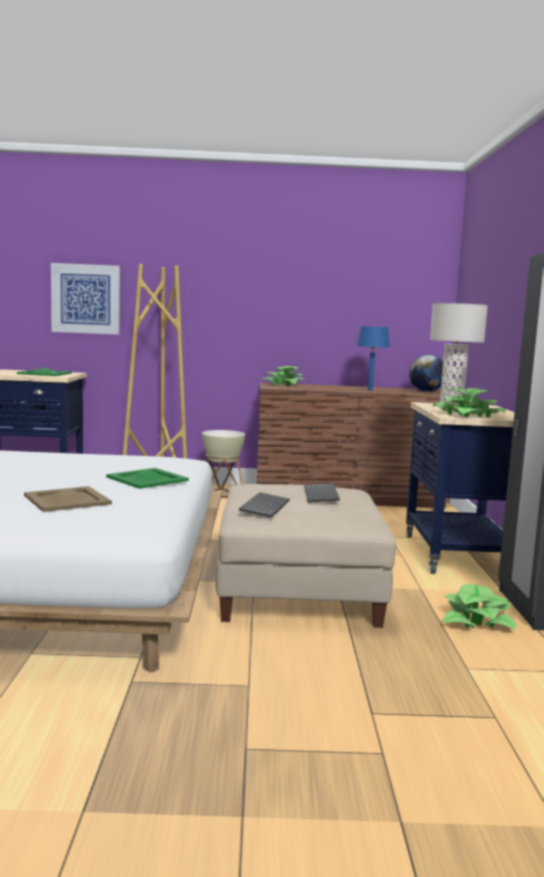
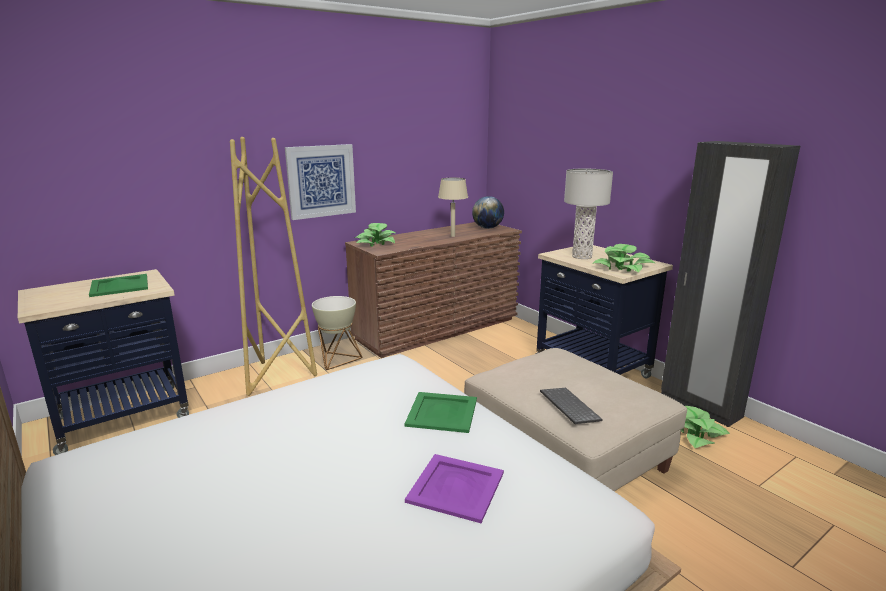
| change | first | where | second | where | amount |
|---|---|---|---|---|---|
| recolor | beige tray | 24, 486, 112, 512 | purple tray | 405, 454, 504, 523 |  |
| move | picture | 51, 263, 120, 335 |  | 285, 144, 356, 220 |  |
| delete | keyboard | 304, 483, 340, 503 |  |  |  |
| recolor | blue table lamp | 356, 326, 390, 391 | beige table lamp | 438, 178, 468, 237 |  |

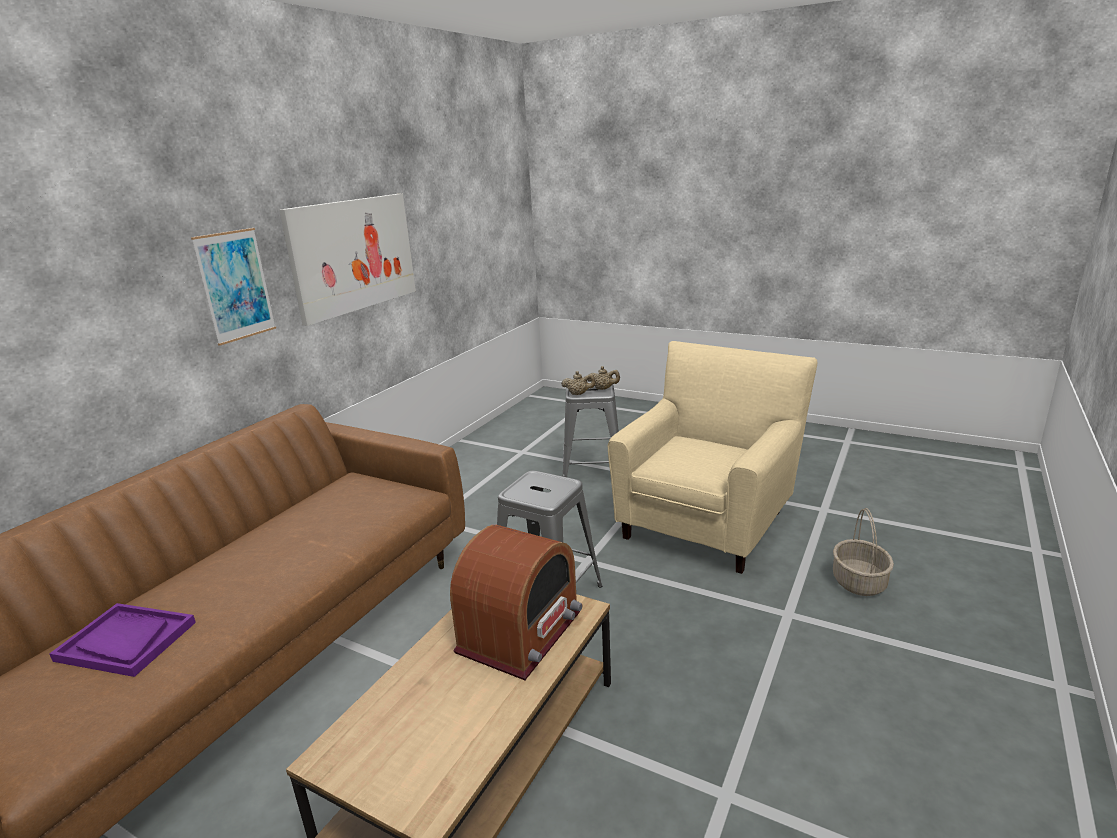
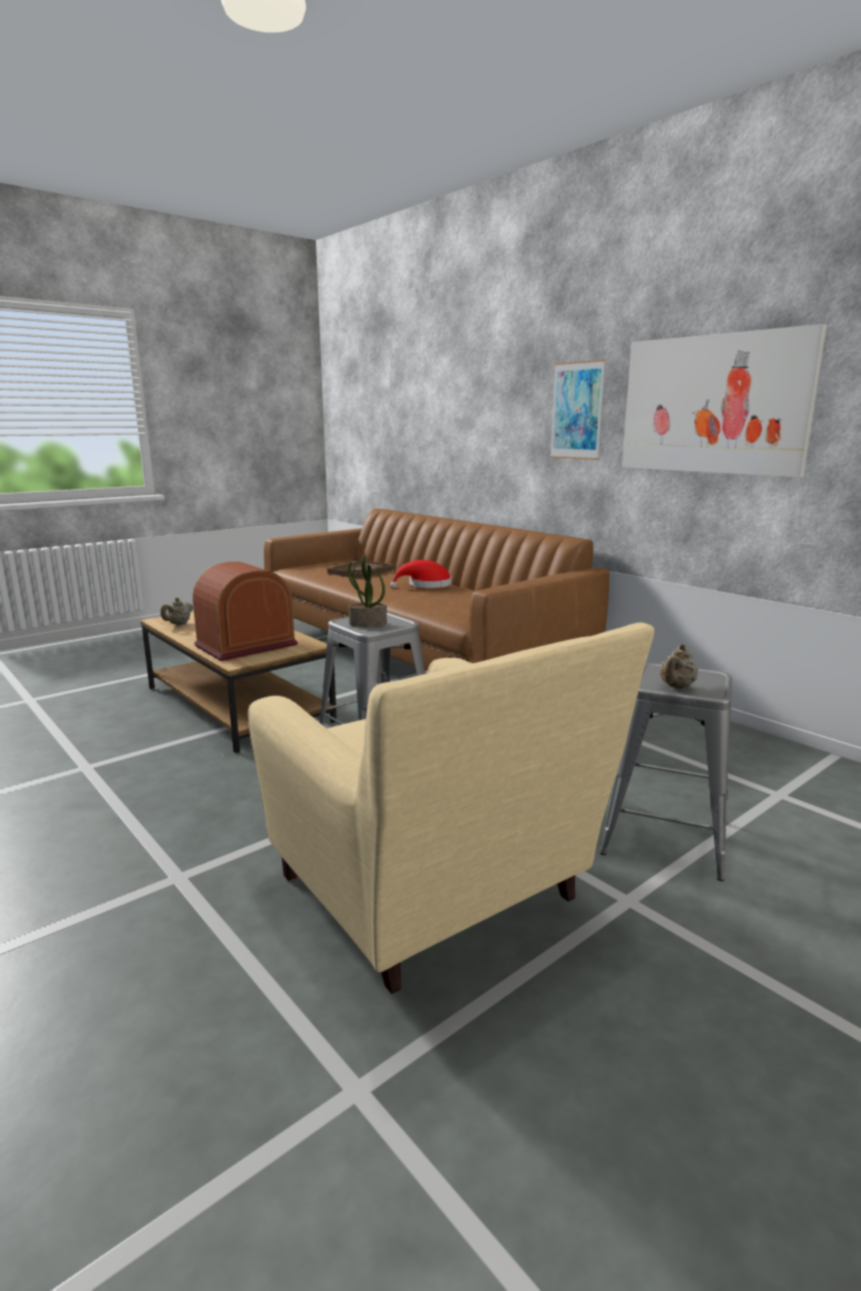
| change | first | where | second | where | amount |
|---|---|---|---|---|---|
| recolor | purple tray | 49, 603, 196, 677 | brown tray | 327, 560, 395, 579 |  |
| rotate | radio | 450, 525, 582, 680 |  | 193, 561, 298, 661 | 90 degrees clockwise |
| move | beige teapot | 561, 371, 596, 395 |  | 161, 598, 193, 625 |  |
| delete | basket | 833, 508, 894, 596 |  |  |  |
| insert |  |  | potted plant | 348, 555, 387, 627 |  |
| insert |  |  | red hat | 390, 560, 451, 588 |  |

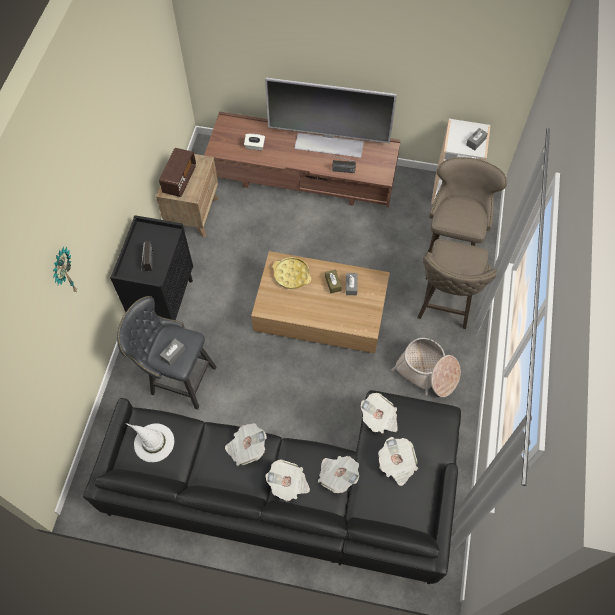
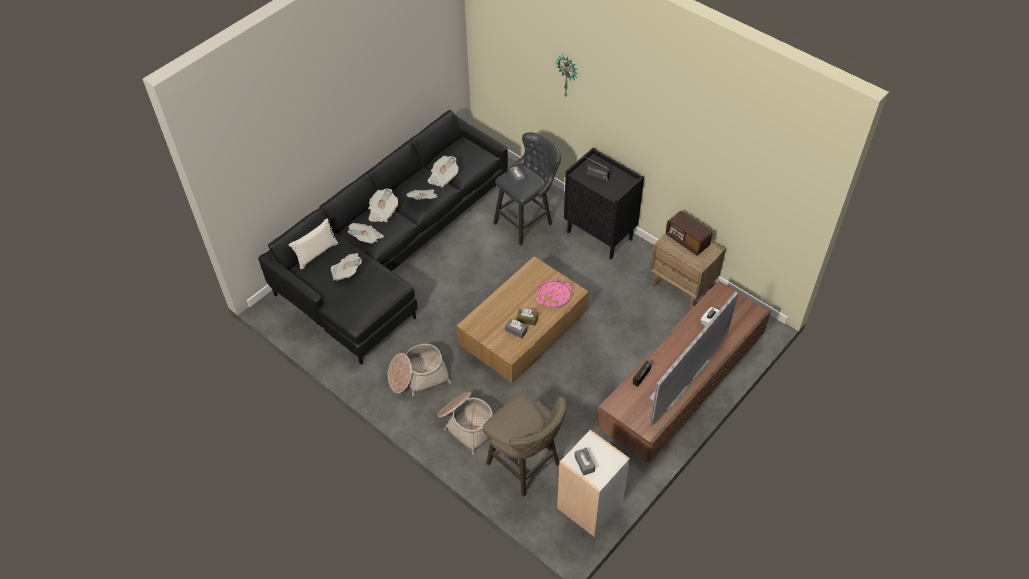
| change | first | where | second | where | amount |
|---|---|---|---|---|---|
| delete | white hat | 126, 423, 174, 462 |  |  |  |
| recolor | yellow tray | 272, 257, 311, 289 | pink tray | 536, 280, 572, 308 |  |
| move | newspaper | 361, 393, 398, 434 |  | 428, 156, 459, 187 |  |
| replace | beige stool | 418, 239, 497, 329 | basket | 437, 391, 494, 455 |  |
| insert |  |  | white pillow | 289, 218, 338, 269 |  |

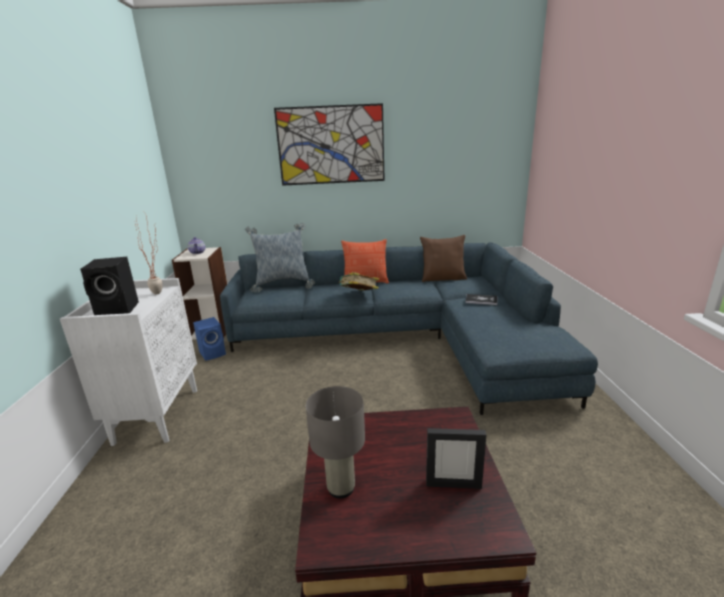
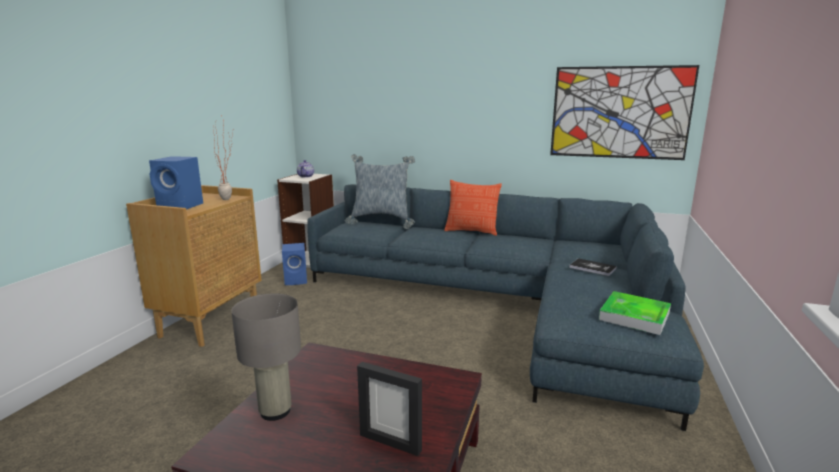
| change | first | where | second | where | amount |
|---|---|---|---|---|---|
| recolor | white cabinet | 60, 278, 197, 446 | brown cabinet | 126, 185, 262, 347 |  |
| recolor | black speaker | 80, 257, 139, 315 | blue speaker | 149, 156, 203, 210 |  |
| move | picture | 274, 103, 385, 186 |  | 550, 65, 699, 160 |  |
| delete | book | 339, 272, 379, 291 |  |  |  |
| delete | brown pillow | 420, 235, 467, 282 |  |  |  |
| insert |  |  | tray | 599, 291, 671, 335 |  |

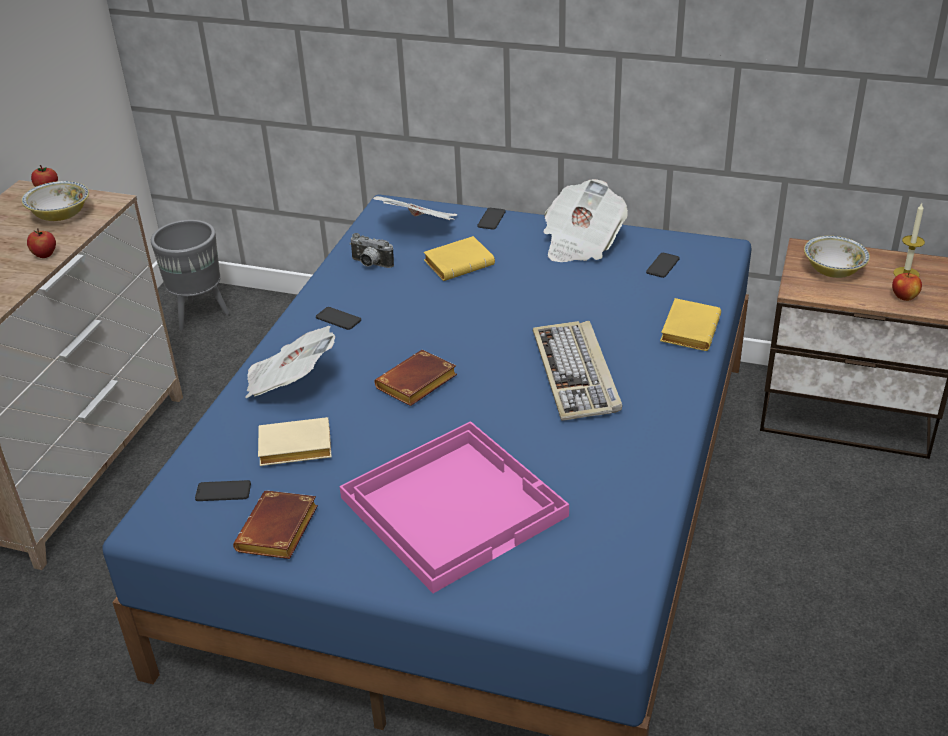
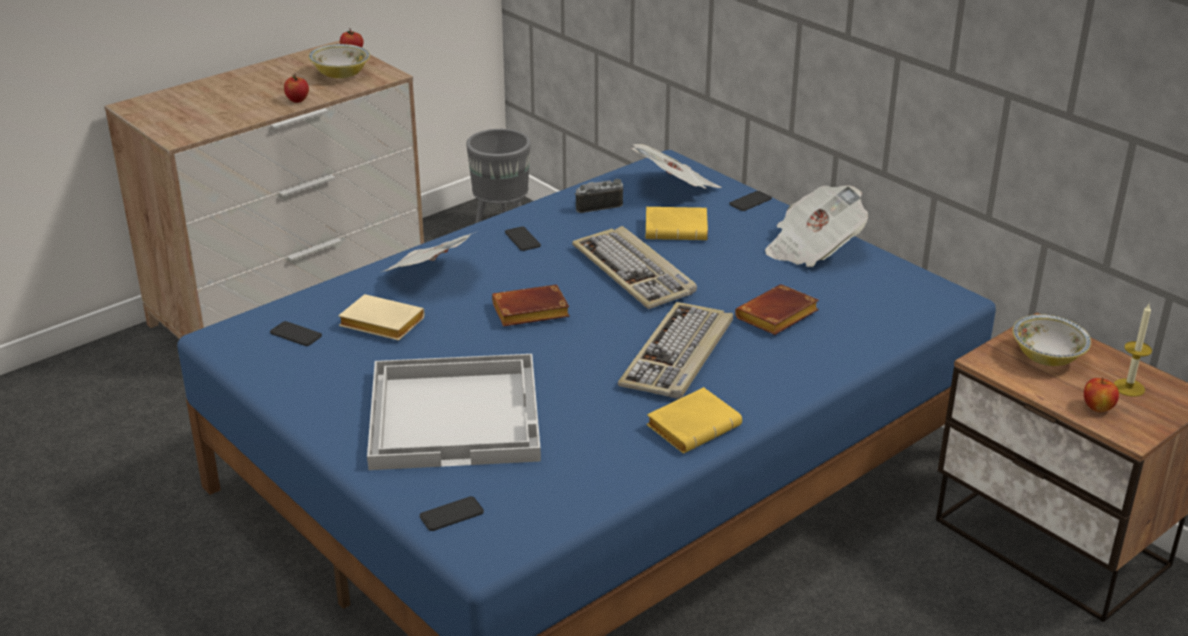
| change | first | where | second | where | amount |
|---|---|---|---|---|---|
| move | brown book | 233, 490, 318, 559 |  | 735, 284, 819, 335 |  |
| recolor | pink tray | 339, 421, 569, 593 | white tray | 367, 354, 541, 470 |  |
| rotate | photo camera | 349, 233, 394, 268 |  | 574, 179, 623, 213 | 105 degrees clockwise |
| move | phone | 646, 253, 680, 278 |  | 420, 496, 484, 531 |  |
| move | yellow book | 660, 298, 721, 351 |  | 646, 387, 742, 453 |  |
| insert |  |  | keyboard | 572, 226, 697, 309 |  |

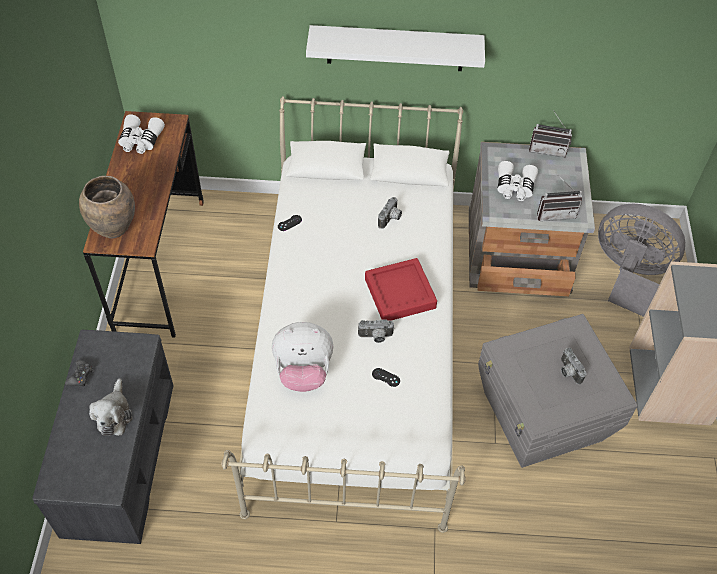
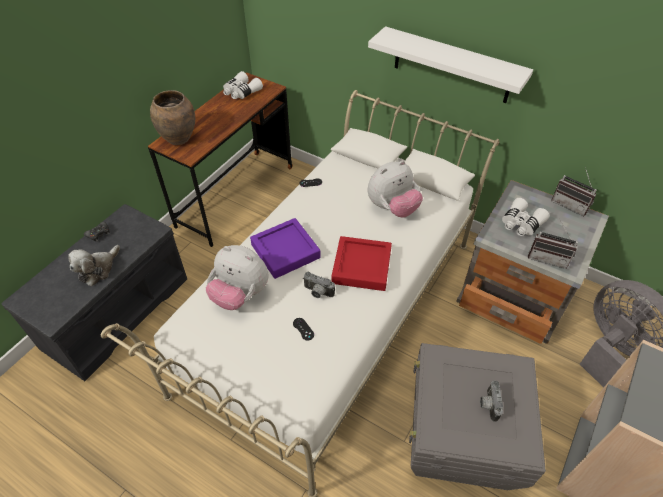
| change | first | where | second | where | amount |
|---|---|---|---|---|---|
| replace | photo camera | 378, 197, 402, 229 | plush toy | 368, 160, 423, 218 |  |
| insert |  |  | purple tray | 250, 218, 321, 279 |  |

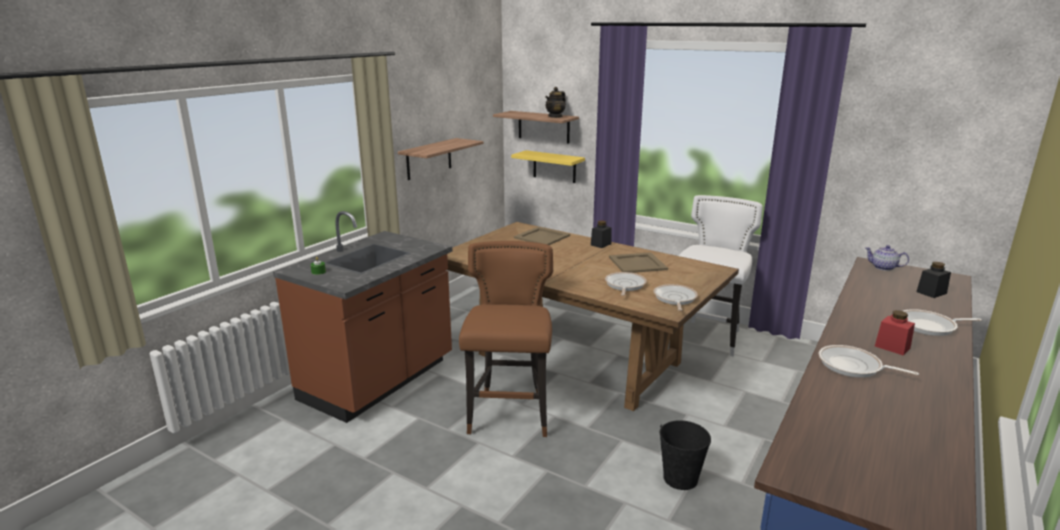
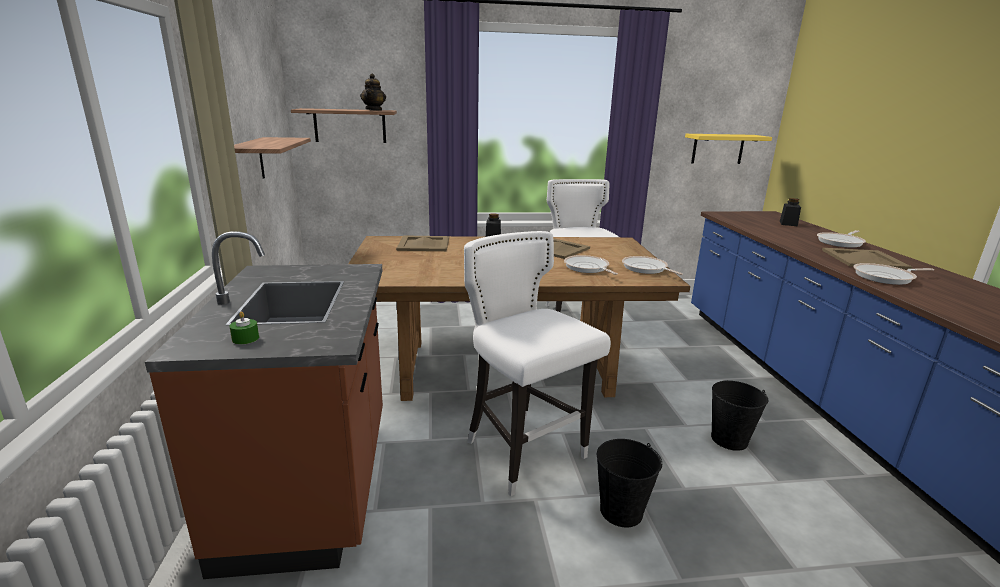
| change | first | where | second | where | amount |
|---|---|---|---|---|---|
| recolor | brown stool | 459, 241, 553, 437 | white stool | 464, 231, 611, 497 |  |
| move | yellow shelf | 511, 150, 585, 183 |  | 685, 134, 772, 164 |  |
| delete | teapot | 865, 245, 909, 271 |  |  |  |
| replace | red jar | 875, 310, 915, 356 | beige tray | 822, 248, 912, 269 |  |
| insert |  |  | black bucket | 597, 439, 662, 527 |  |

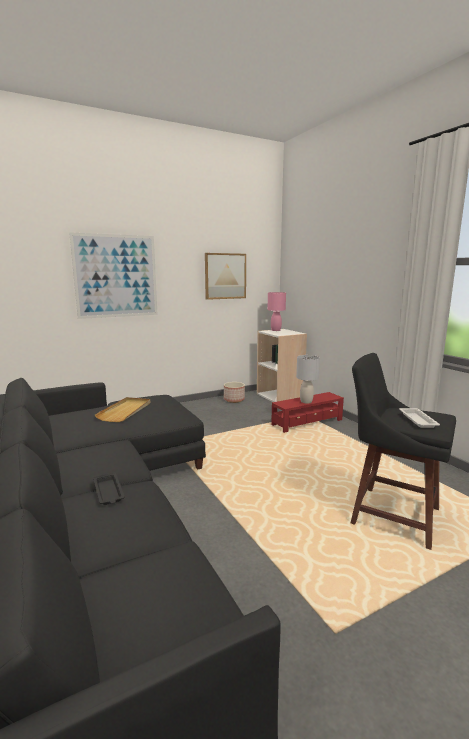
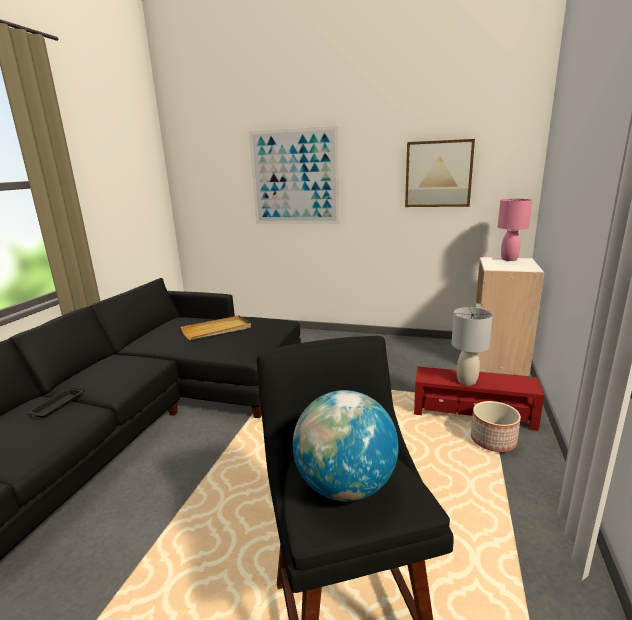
| change | first | where | second | where | amount |
|---|---|---|---|---|---|
| move | planter | 224, 382, 245, 403 |  | 471, 401, 521, 452 |  |
| replace | white tray | 399, 408, 440, 428 | globe | 293, 390, 399, 502 |  |

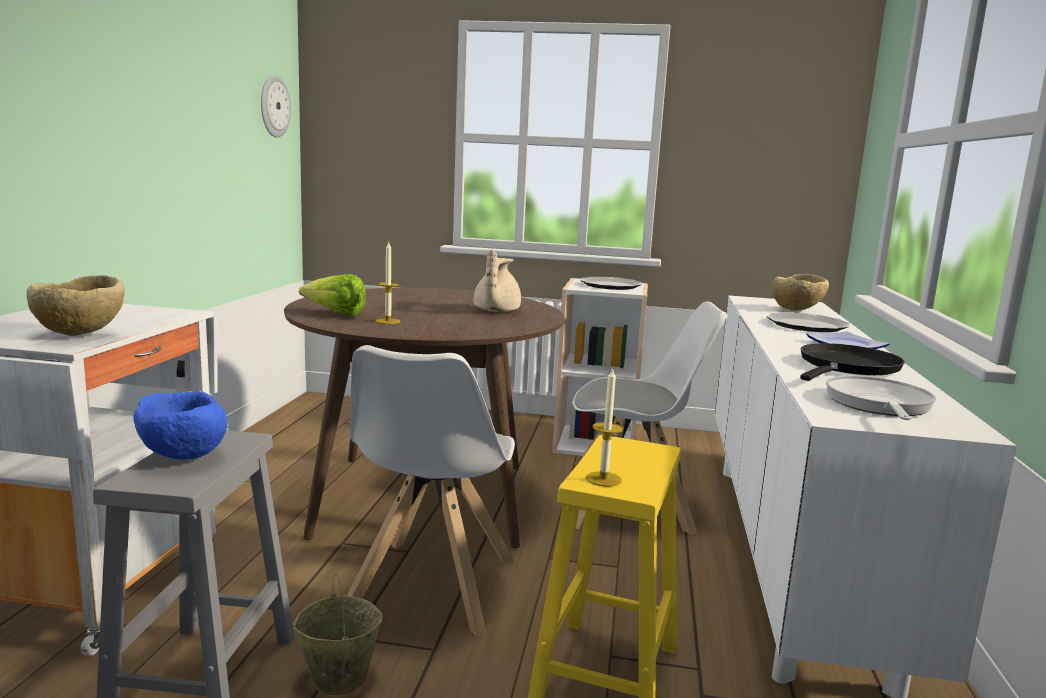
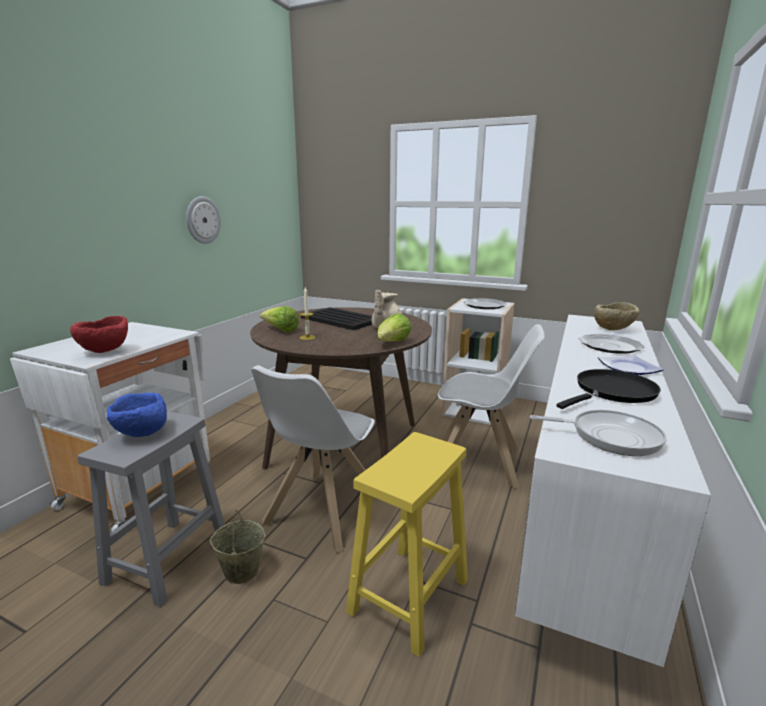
| change | first | where | second | where | amount |
|---|---|---|---|---|---|
| recolor | beige bowl | 27, 275, 125, 336 | red bowl | 70, 316, 128, 353 |  |
| move | wall clock | 261, 74, 291, 138 |  | 186, 196, 221, 244 |  |
| delete | candle | 586, 367, 623, 487 |  |  |  |
| rotate | frying pan | 826, 376, 936, 420 |  | 530, 410, 667, 456 | 75 degrees clockwise |
| insert |  |  | black tray | 301, 307, 372, 330 |  |
| insert |  |  | lettuce | 377, 313, 411, 341 |  |

